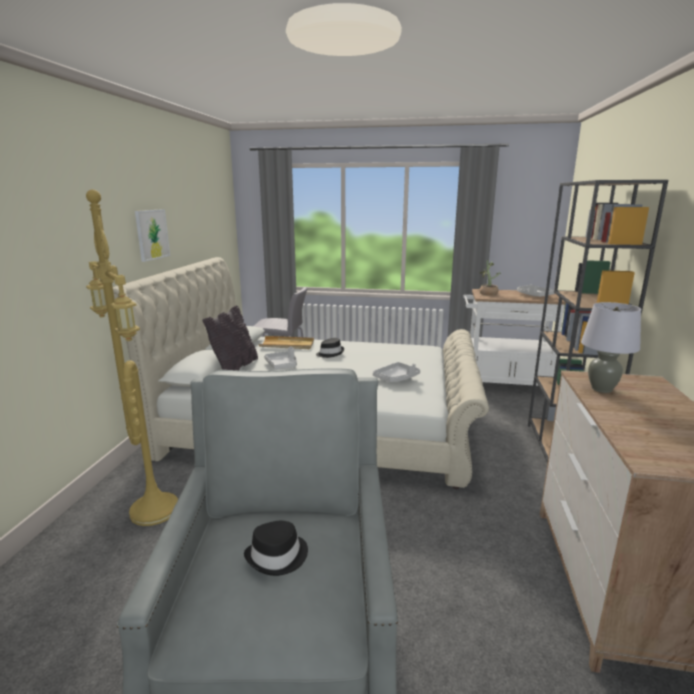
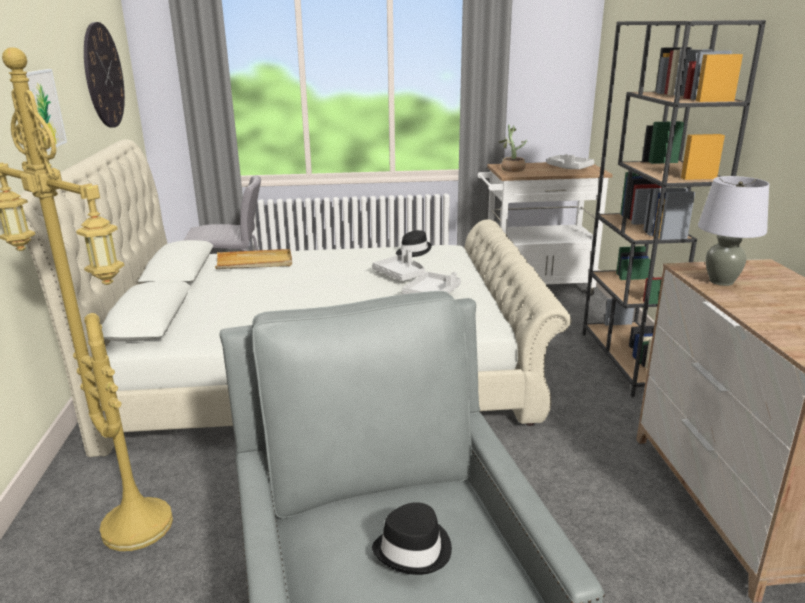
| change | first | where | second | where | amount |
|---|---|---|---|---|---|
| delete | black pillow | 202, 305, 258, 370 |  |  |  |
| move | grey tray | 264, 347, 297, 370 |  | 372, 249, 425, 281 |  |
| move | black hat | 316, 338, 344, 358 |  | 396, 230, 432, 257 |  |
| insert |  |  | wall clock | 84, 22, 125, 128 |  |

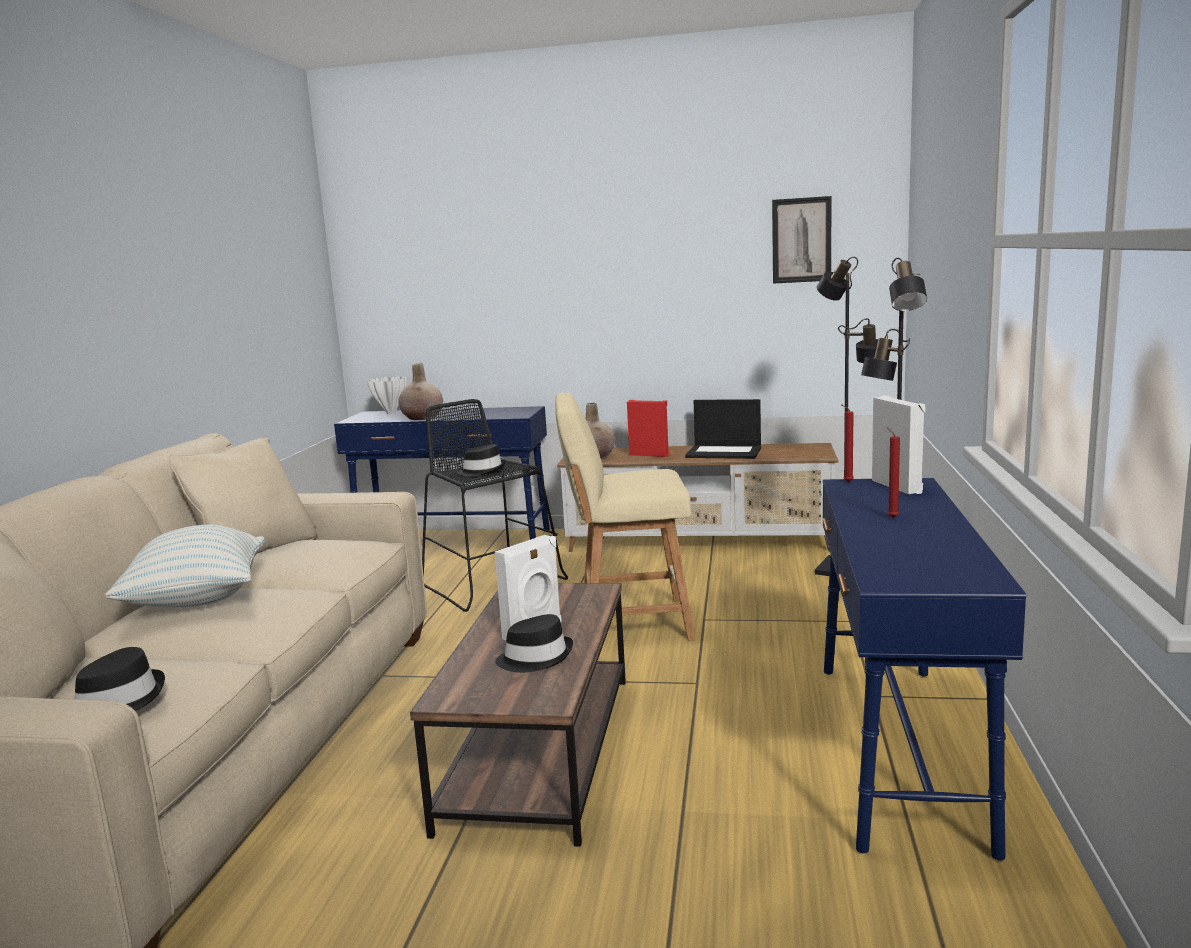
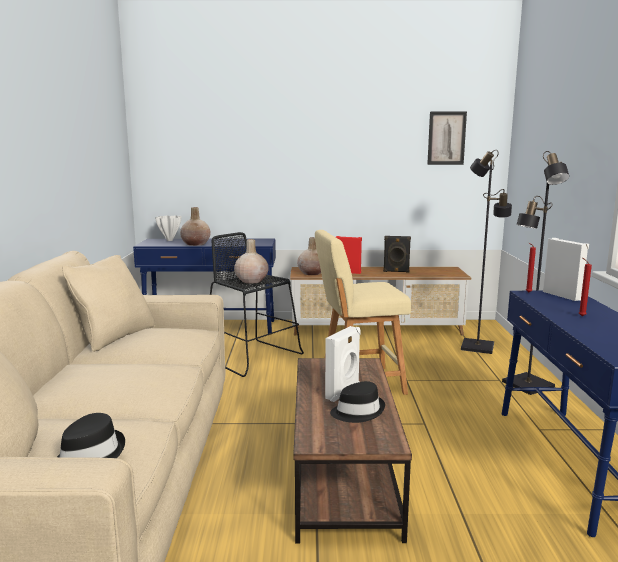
| change | first | where | second | where | amount |
|---|---|---|---|---|---|
| delete | pillow | 105, 525, 265, 608 |  |  |  |
| replace | black hat | 457, 444, 506, 476 | beige vase | 234, 239, 269, 283 |  |
| replace | laptop | 685, 399, 761, 459 | black speaker | 383, 236, 411, 273 |  |

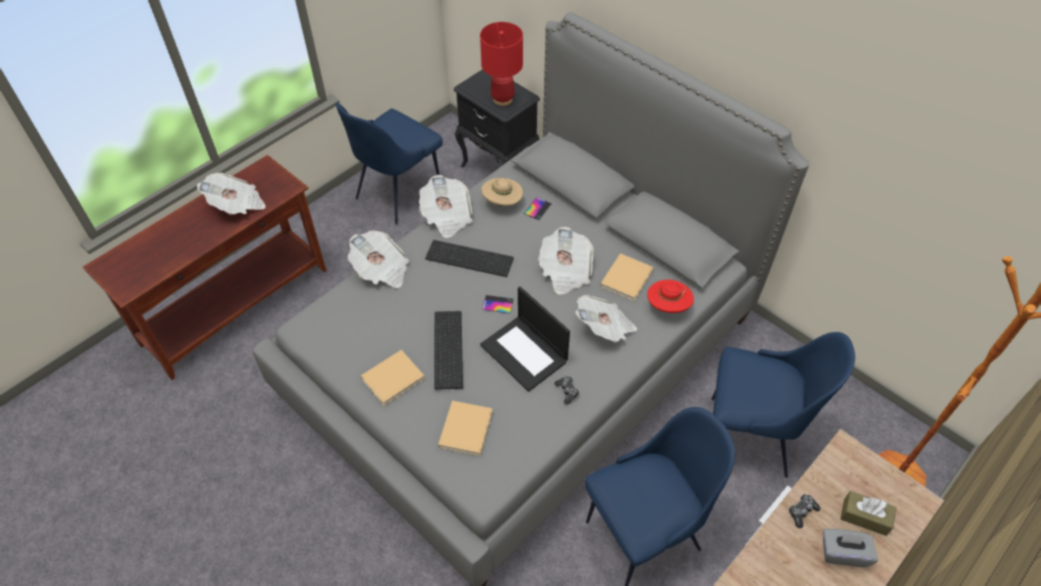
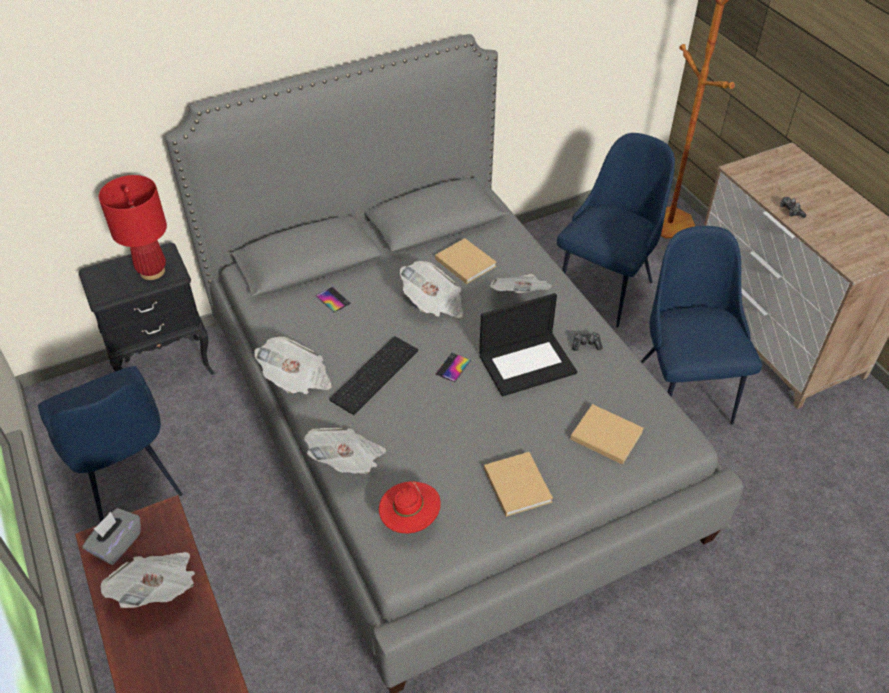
| change | first | where | second | where | amount |
|---|---|---|---|---|---|
| delete | keyboard | 434, 311, 463, 390 |  |  |  |
| delete | beige hat | 481, 178, 523, 206 |  |  |  |
| move | red hat | 647, 280, 694, 313 |  | 379, 481, 441, 533 |  |
| move | grey tissue box | 823, 529, 878, 567 |  | 82, 508, 141, 565 |  |
| delete | brown tissue box | 840, 491, 896, 536 |  |  |  |

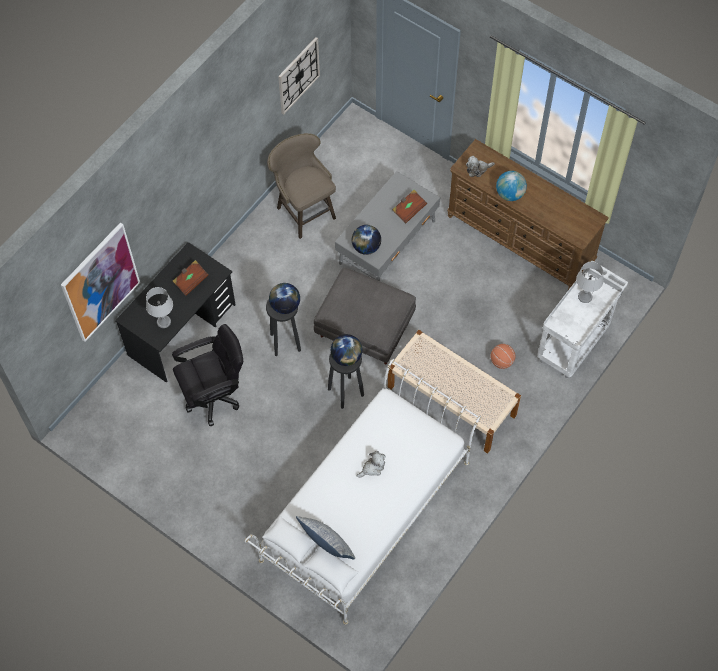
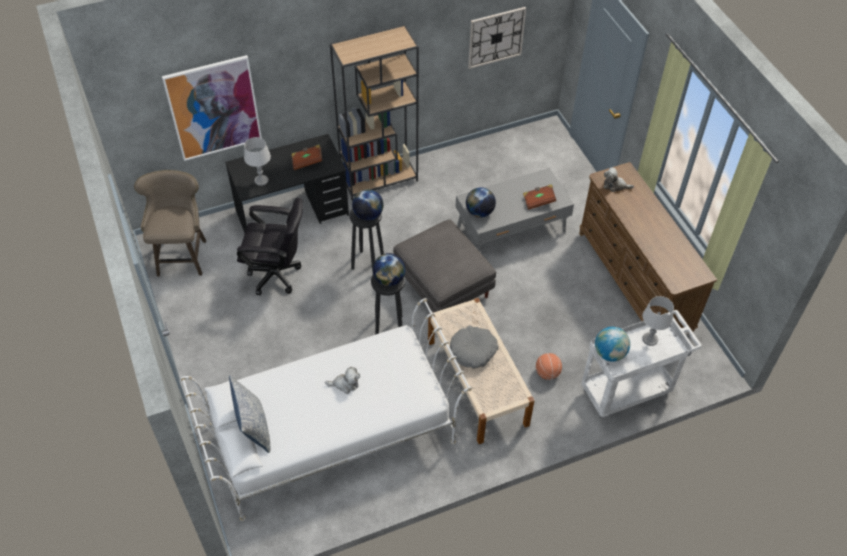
| change | first | where | second | where | amount |
|---|---|---|---|---|---|
| move | beige stool | 267, 133, 336, 239 |  | 134, 170, 206, 277 |  |
| move | globe | 496, 171, 527, 201 |  | 595, 327, 630, 362 |  |
| insert |  |  | bookcase | 330, 25, 419, 201 |  |
| insert |  |  | grey pillow | 450, 325, 498, 369 |  |

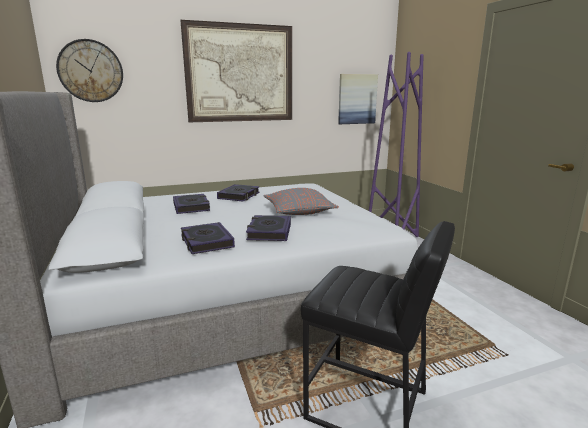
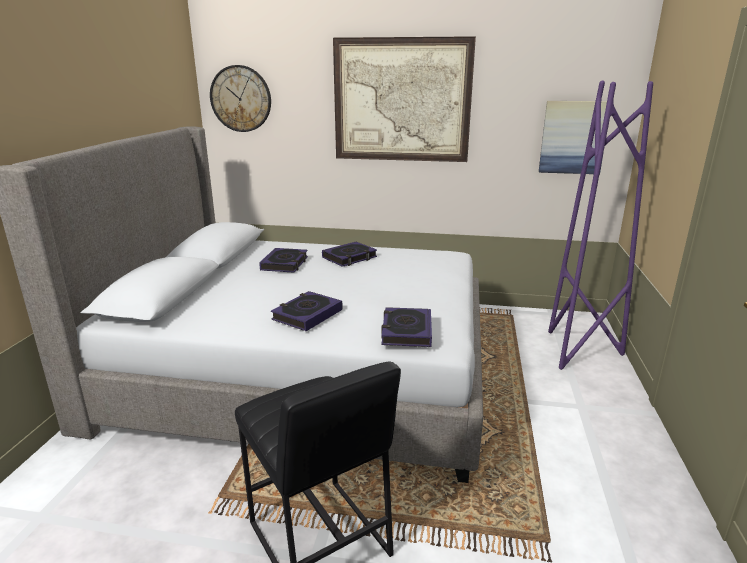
| change | first | where | second | where | amount |
|---|---|---|---|---|---|
| move | book | 181, 222, 235, 254 |  | 381, 307, 432, 347 |  |
| delete | grey pillow | 263, 188, 339, 215 |  |  |  |

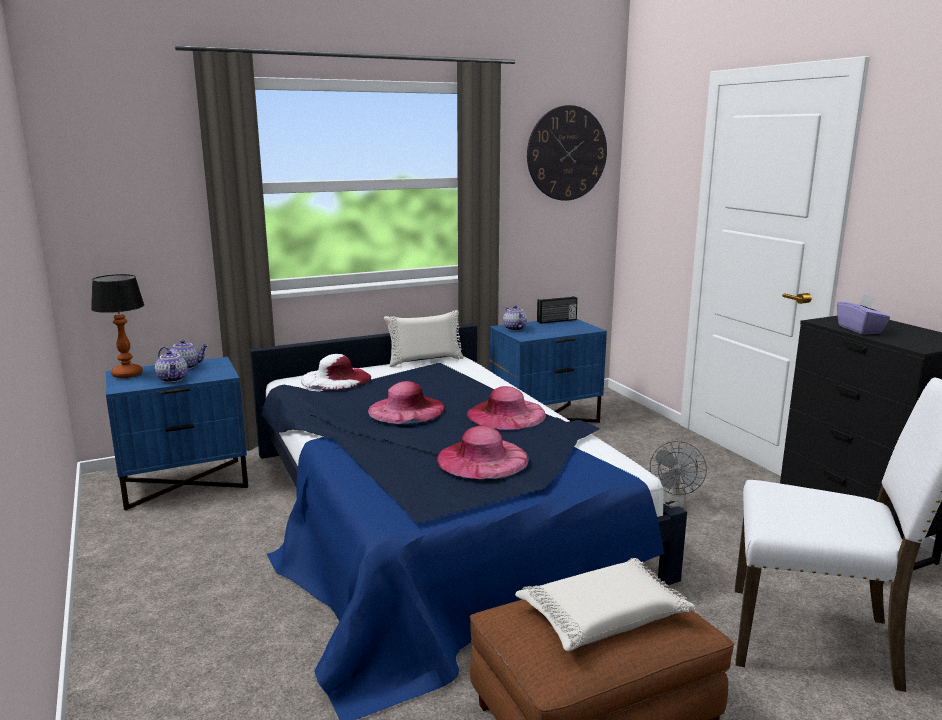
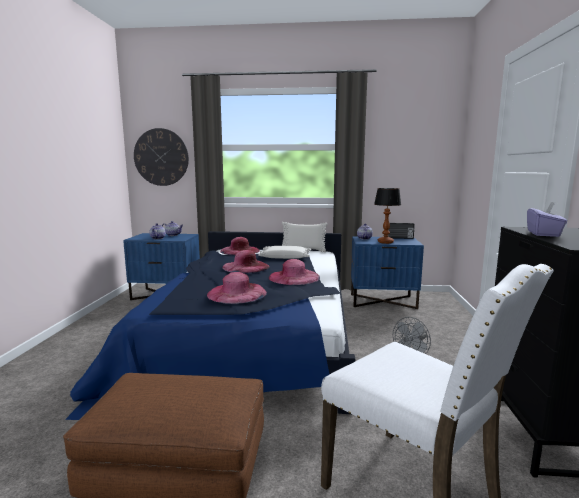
| change | first | where | second | where | amount |
|---|---|---|---|---|---|
| move | table lamp | 91, 274, 144, 378 |  | 374, 188, 401, 244 |  |
| recolor | white hat | 301, 354, 371, 390 | pink hat | 220, 237, 260, 255 |  |
| move | white pillow | 515, 558, 696, 651 |  | 258, 246, 311, 259 |  |
| move | wall clock | 527, 105, 607, 201 |  | 134, 128, 189, 186 |  |

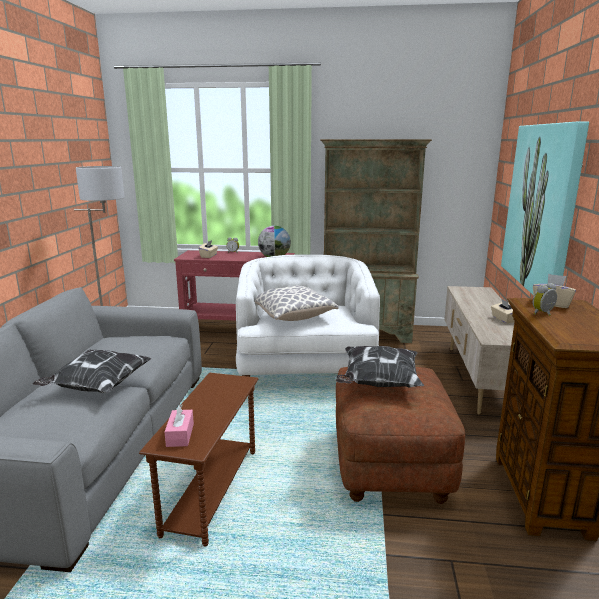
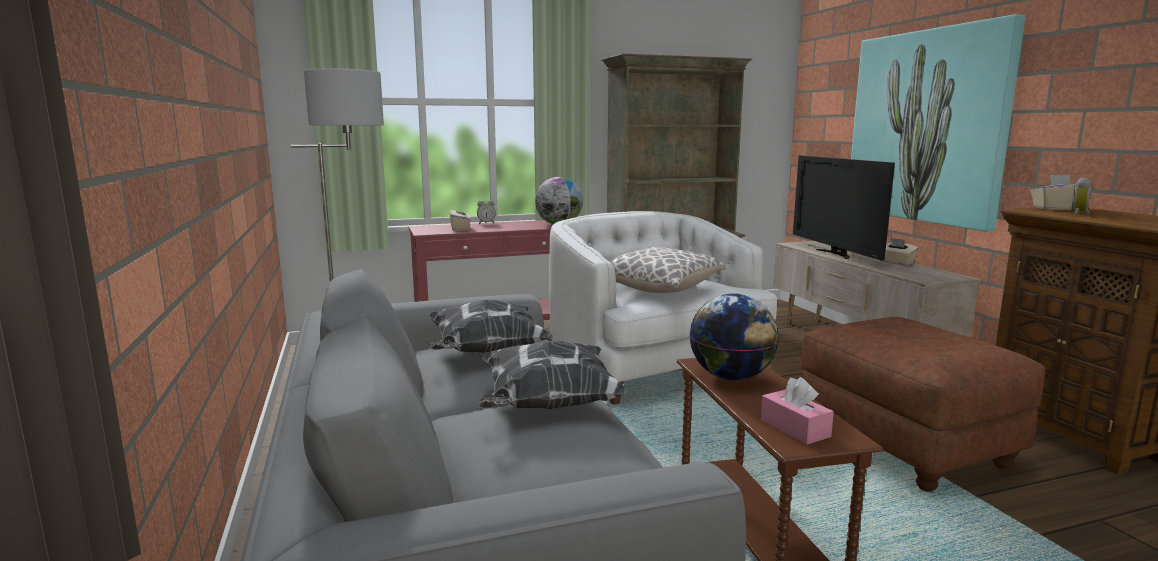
| change | first | where | second | where | amount |
|---|---|---|---|---|---|
| move | pillow | 336, 346, 424, 388 |  | 429, 300, 553, 353 |  |
| insert |  |  | globe | 689, 293, 779, 380 |  |
| insert |  |  | television | 793, 156, 895, 260 |  |

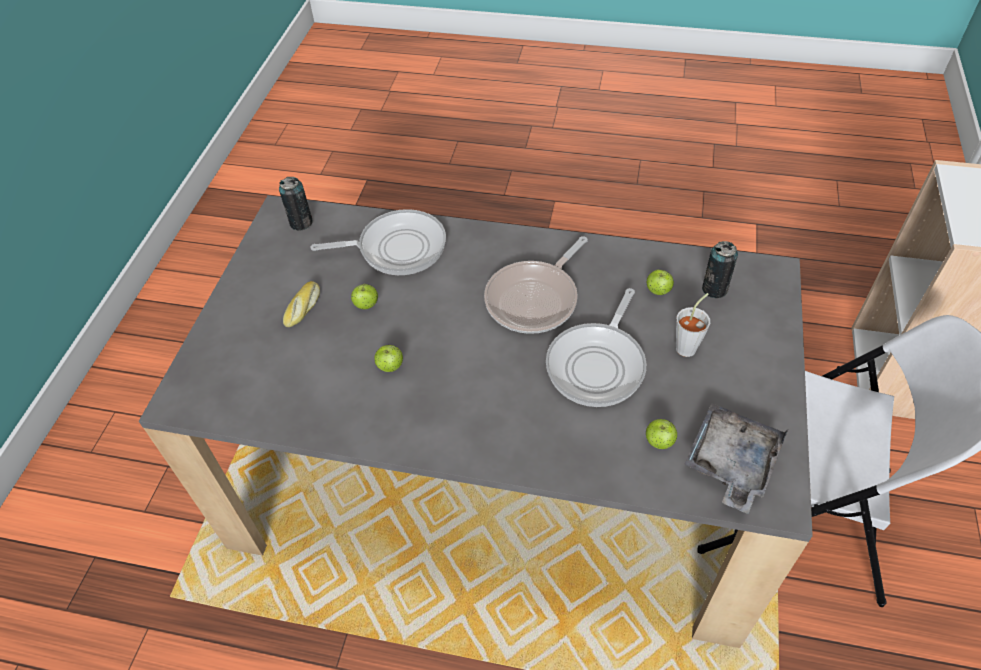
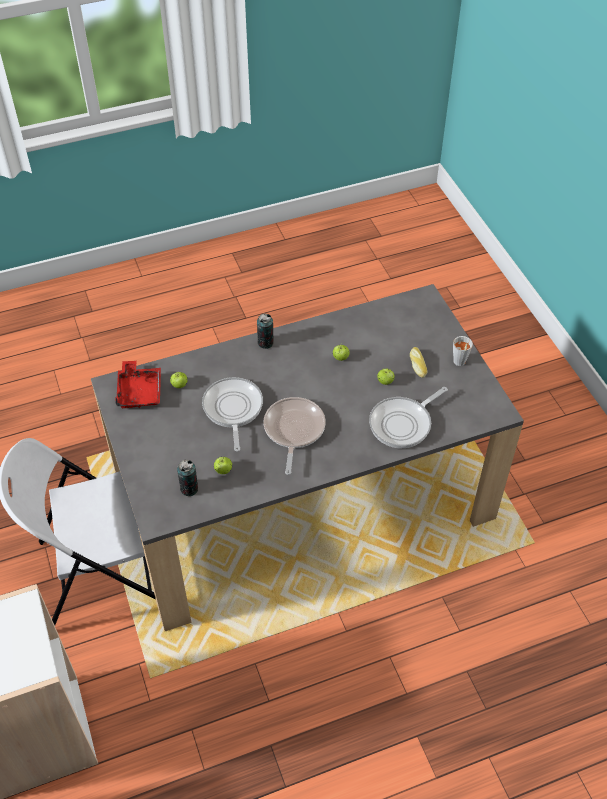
| change | first | where | second | where | amount |
|---|---|---|---|---|---|
| move | can | 279, 177, 313, 230 |  | 257, 314, 274, 349 |  |
| move | grey cup | 676, 293, 710, 357 |  | 453, 336, 473, 366 |  |
| recolor | grey tray | 684, 403, 788, 514 | red tray | 115, 361, 161, 408 |  |

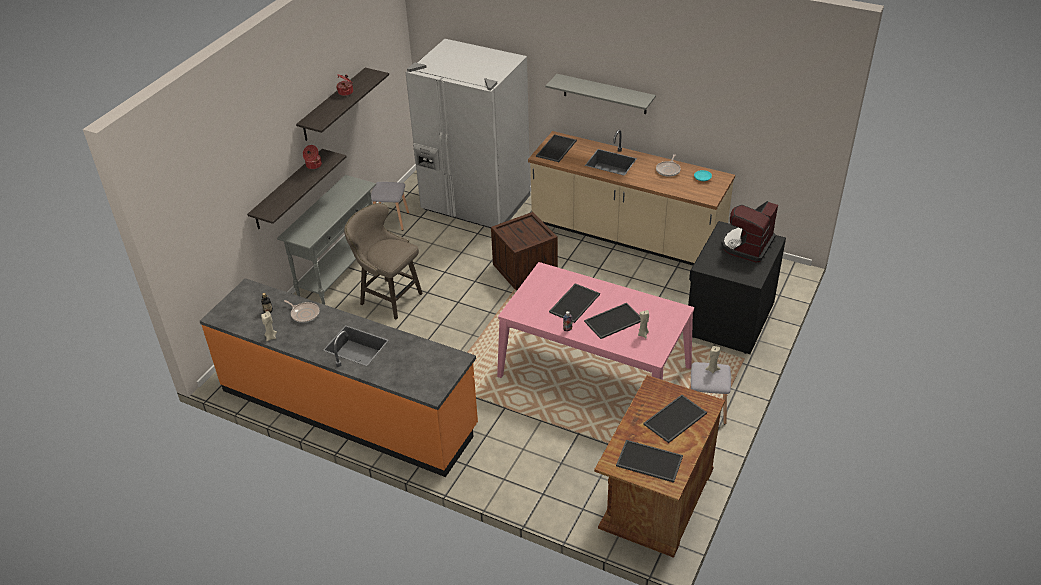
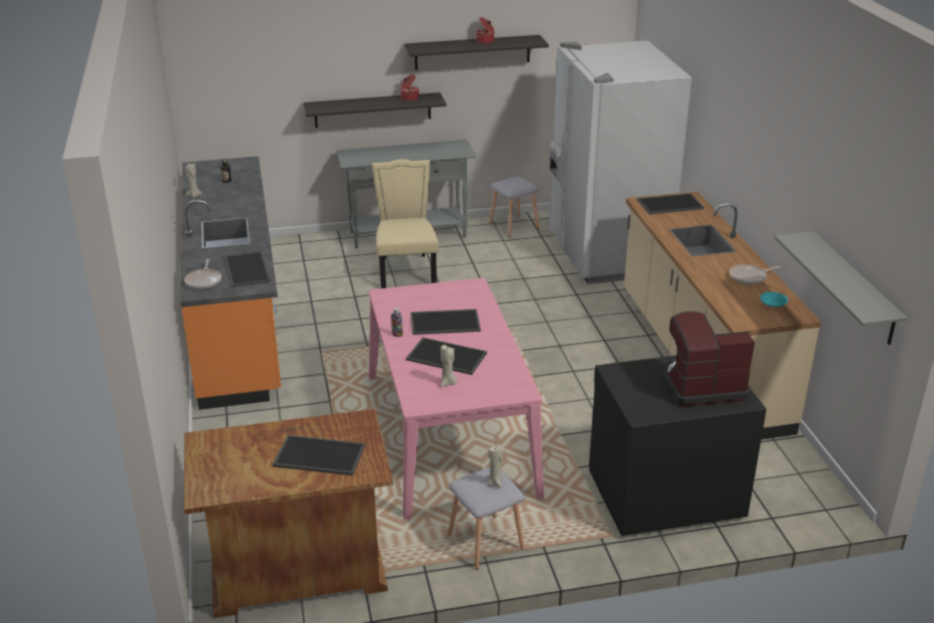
| change | first | where | second | where | amount |
|---|---|---|---|---|---|
| move | frying pan | 284, 300, 320, 323 |  | 184, 259, 222, 289 |  |
| replace | beige stool | 344, 203, 423, 319 | beige chair | 372, 159, 439, 289 |  |
| delete | crate | 491, 212, 558, 290 |  |  |  |
| move | grey shelf | 546, 74, 656, 114 |  | 774, 231, 907, 345 |  |
| move | tray | 616, 440, 683, 483 |  | 224, 251, 271, 288 |  |

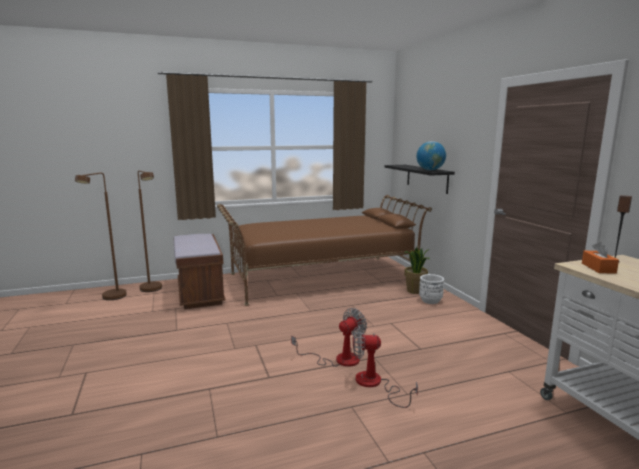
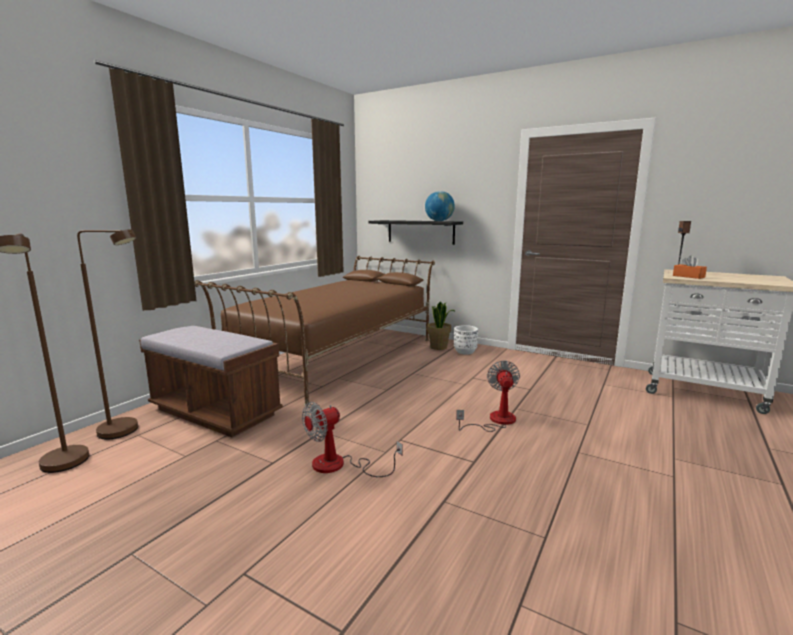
| change | first | where | second | where | amount |
|---|---|---|---|---|---|
| move | fan | 353, 326, 418, 408 |  | 302, 402, 402, 477 |  |

